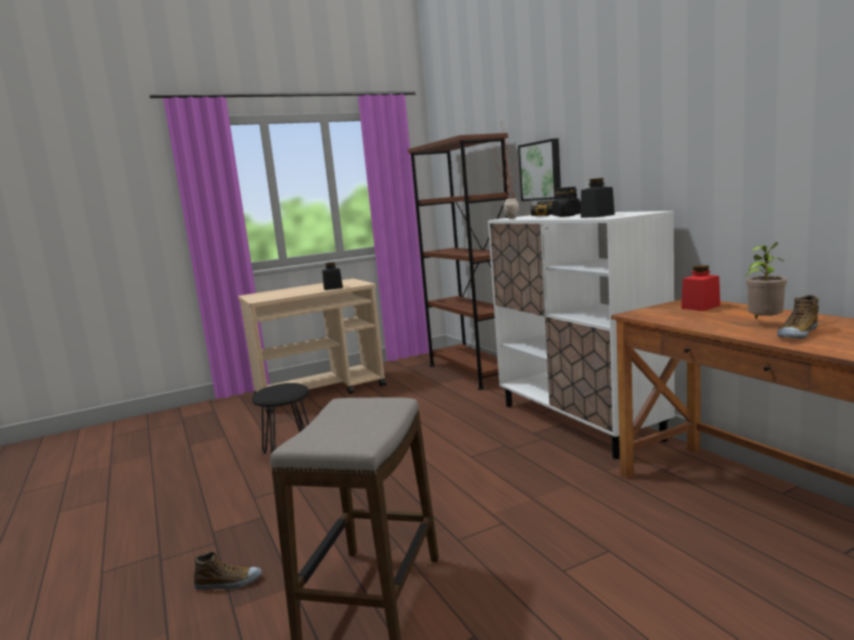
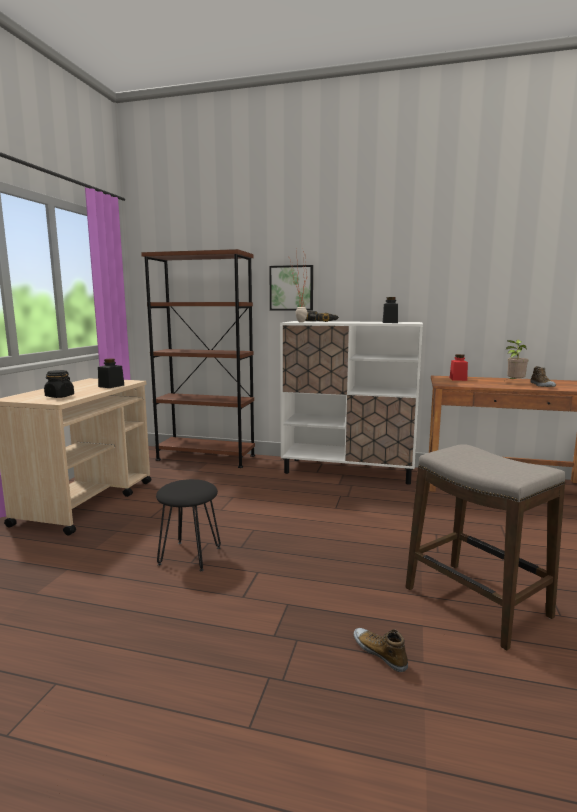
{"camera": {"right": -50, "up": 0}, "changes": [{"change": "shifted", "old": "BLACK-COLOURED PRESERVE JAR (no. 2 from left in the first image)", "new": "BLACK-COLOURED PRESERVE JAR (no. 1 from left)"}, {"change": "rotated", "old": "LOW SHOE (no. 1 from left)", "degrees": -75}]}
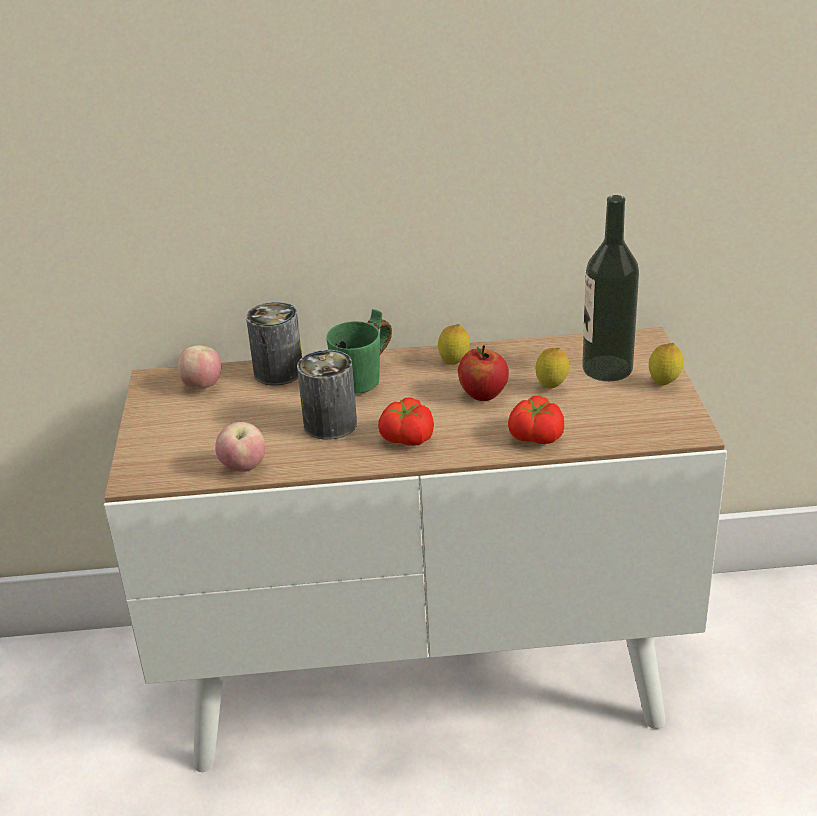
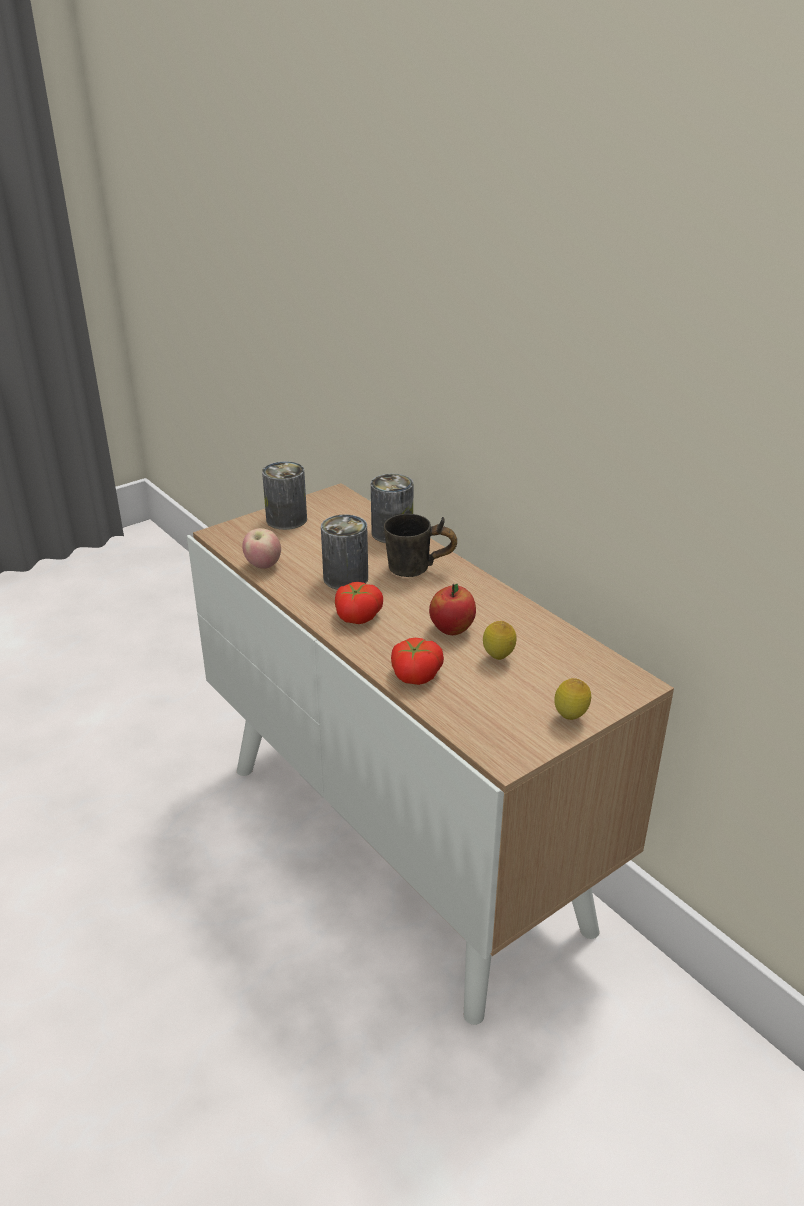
{"camera": {"right": 55, "up": 0}, "changes": [{"change": "new", "new": "SEALED CAN (no. 1 from left)"}, {"change": "repainted", "old": "GREEN COFFEE MUG", "new": "GREY COFFEE MUG"}, {"change": "gone", "old": "WHOLE APPLE (no. 1 from left)"}, {"change": "gone", "old": "CITRUS FRUIT (no. 1 from left)"}, {"change": "gone", "old": "DRINK BOTTLE"}]}
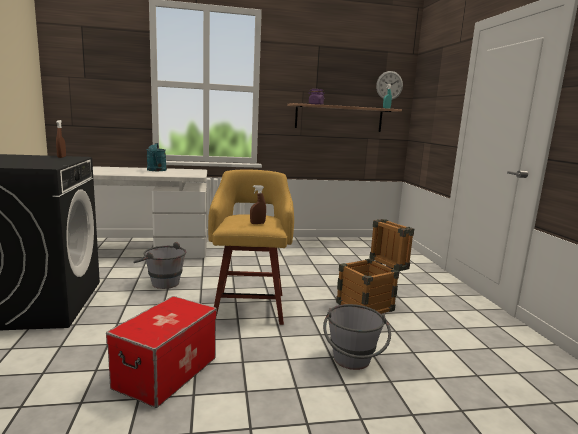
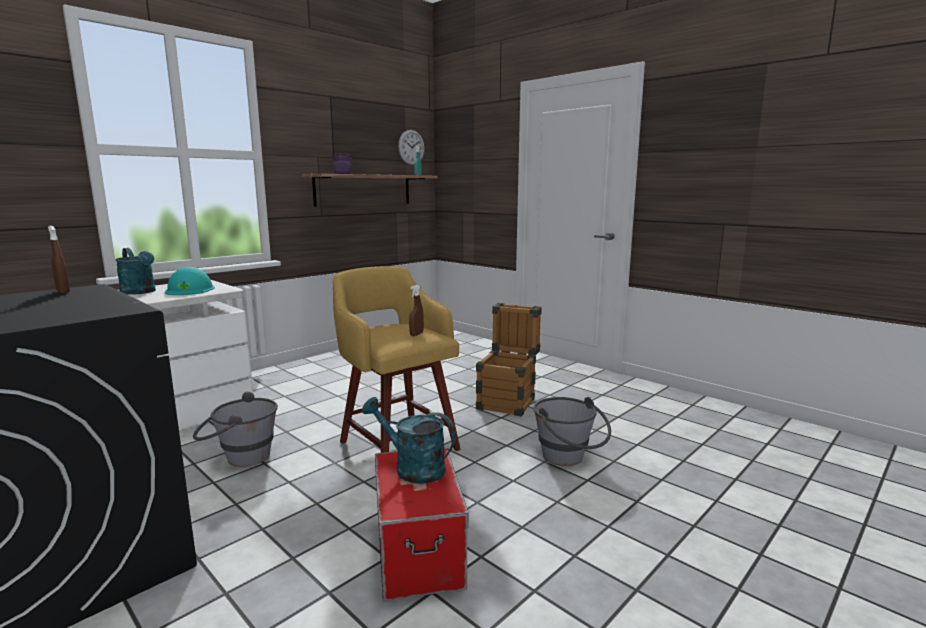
{"camera": {"right": -35, "up": 0}, "changes": [{"change": "new", "new": "TURQUOISE-COLOURED SAFETY HELMET"}, {"change": "new", "new": "TURQUOISE-COLOURED SPRINKLING CAN (no. 2 from left)"}]}
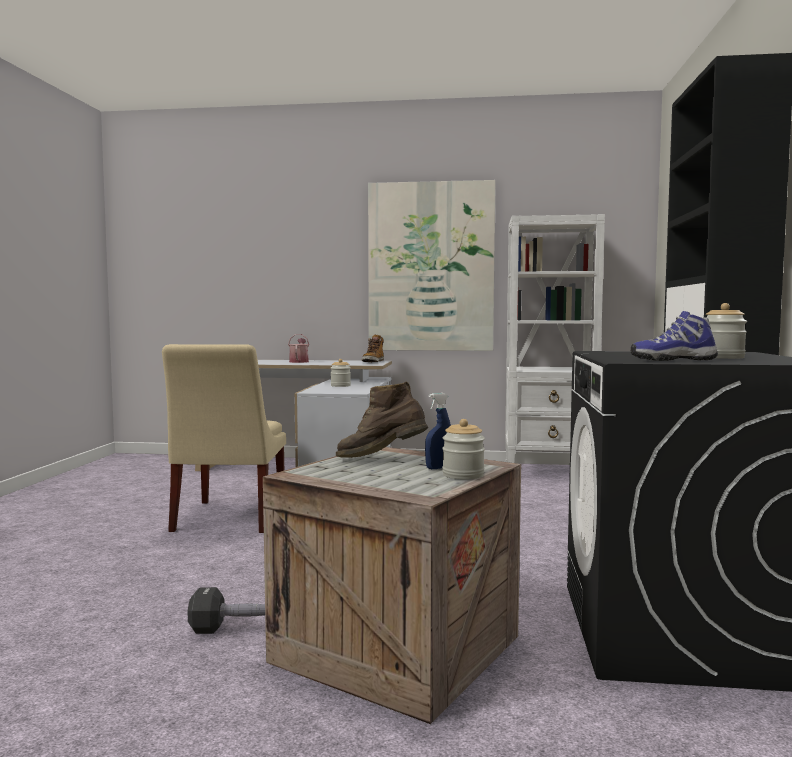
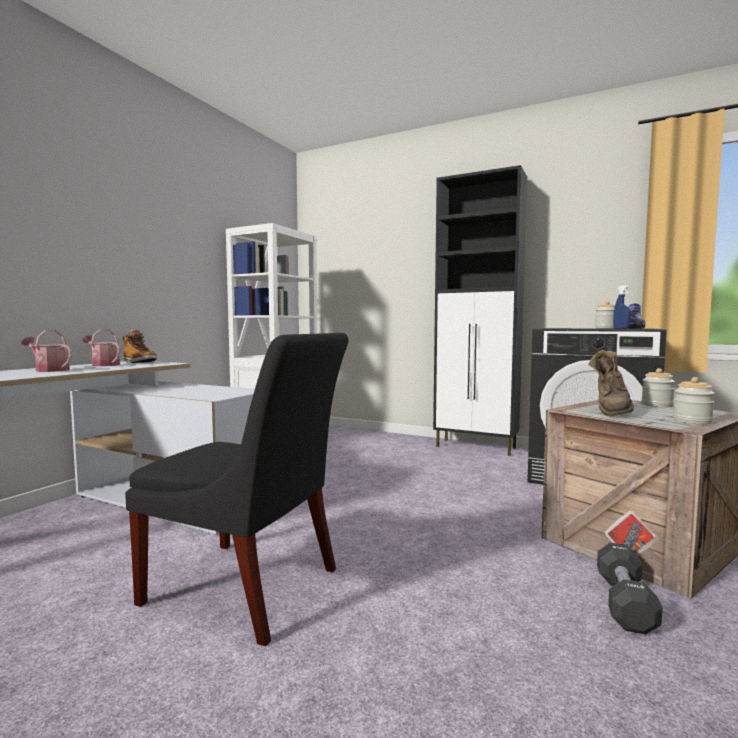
{"camera": {"right": -70, "up": 0}, "changes": [{"change": "new", "new": "SPRINKLING CAN (no. 2 from left)"}, {"change": "repainted", "old": "SAND-COLOURED UPRIGHT CHAIR", "new": "BLACK-COLOURED UPRIGHT CHAIR"}, {"change": "shifted", "old": "BLUISH HAND SPRAYER"}, {"change": "shifted", "old": "PRESERVE JAR (no. 1 from left in the first image)", "new": "PRESERVE JAR (no. 3 from left)"}, {"change": "gone", "old": "PICTURE"}]}
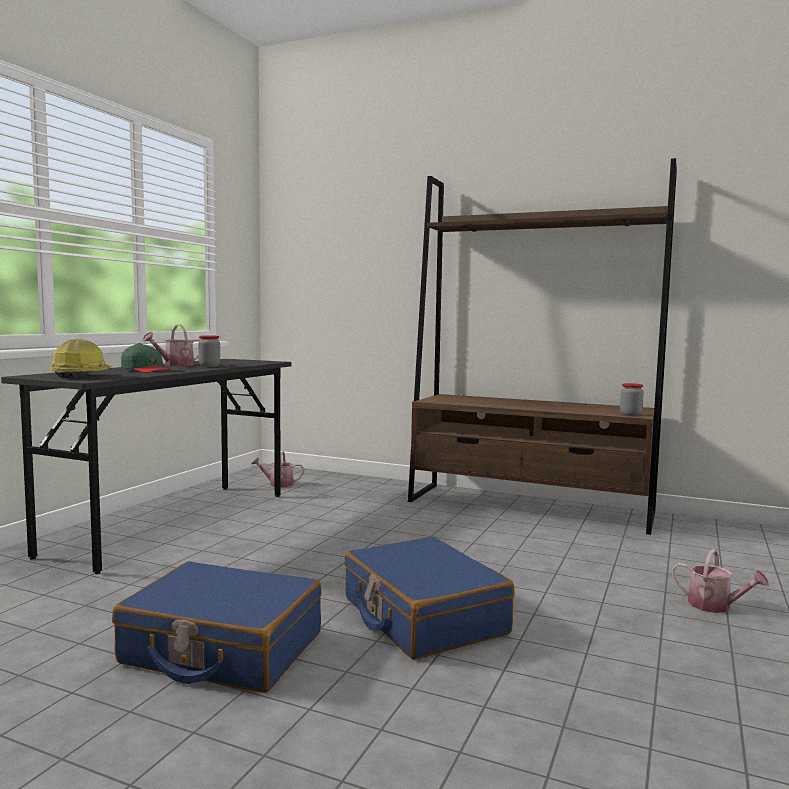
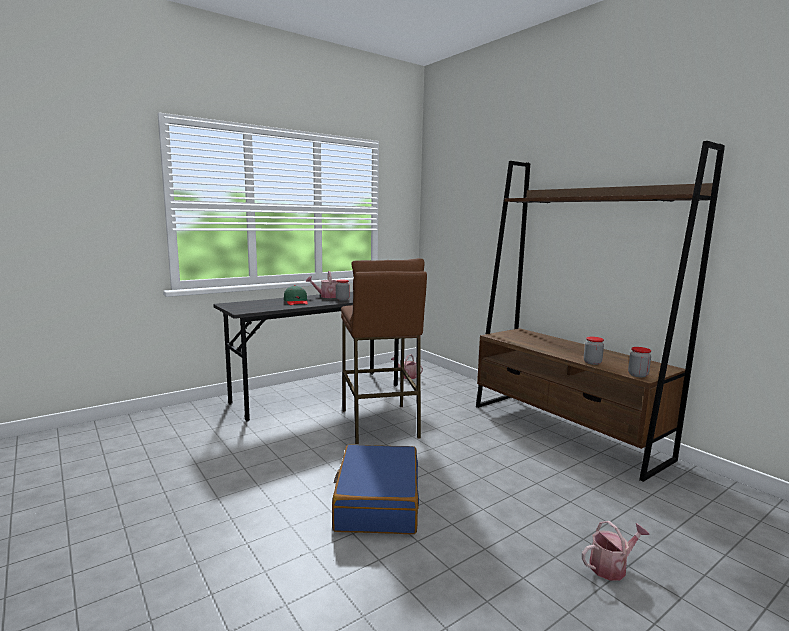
{"camera": {"right": 30, "up": 5}, "changes": [{"change": "new", "new": "BROWN STOOL SEAT"}, {"change": "rotated", "old": "SPRINKLING CAN (no. 3 from left)", "degrees": -90}, {"change": "new", "new": "PRESERVE JAR (no. 2 from left)"}, {"change": "gone", "old": "SAFETY HELMET"}, {"change": "gone", "old": "BLUISH SUITCASE (no. 1 from left)"}]}
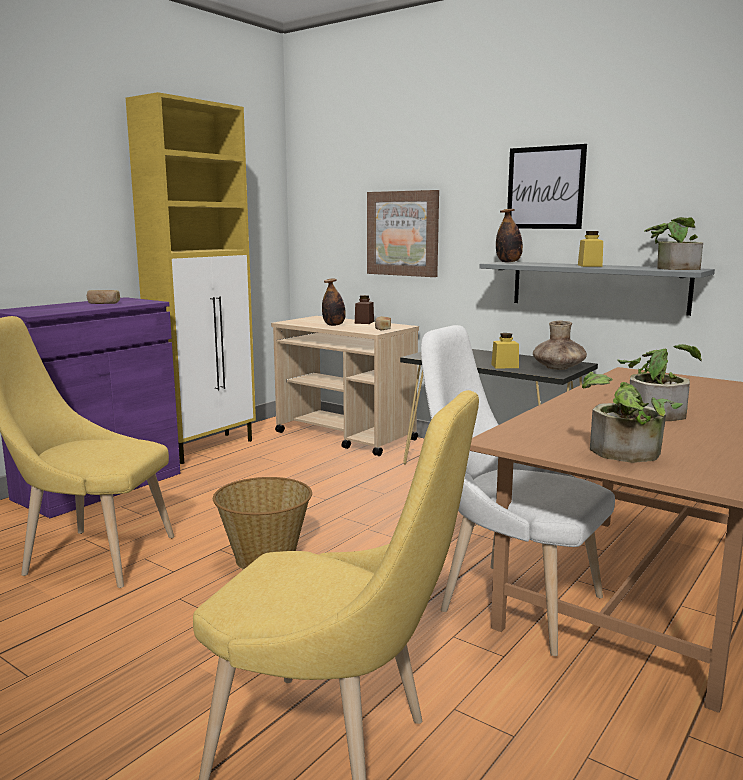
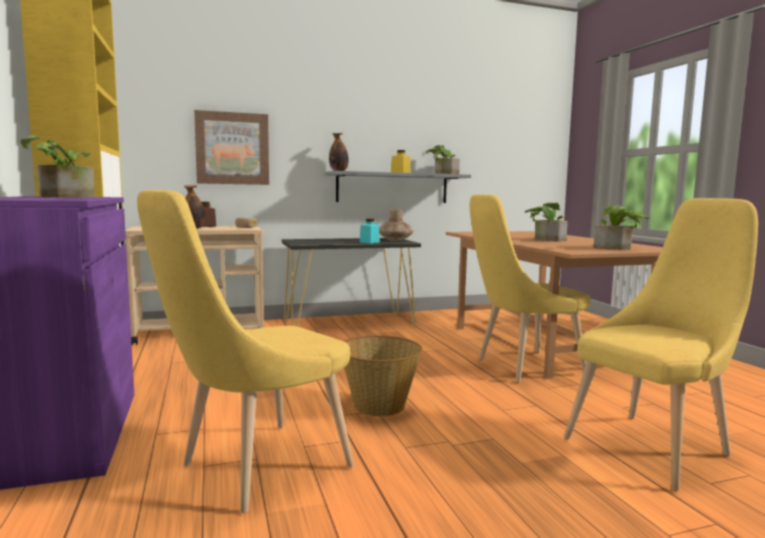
{"camera": {"right": -55, "up": -5}, "changes": [{"change": "swapped", "old": "BREAD (no. 1 from left)", "new": "POTTED PLANT (no. 1 from left)"}, {"change": "repainted", "old": "YELLOW PRESERVE JAR (no. 1 from left)", "new": "TURQUOISE-COLOURED PRESERVE JAR"}, {"change": "repainted", "old": "WHITISH UPRIGHT CHAIR", "new": "YELLOW UPRIGHT CHAIR (no. 2 from left)"}, {"change": "gone", "old": "PICTURE (no. 2 from left)"}]}
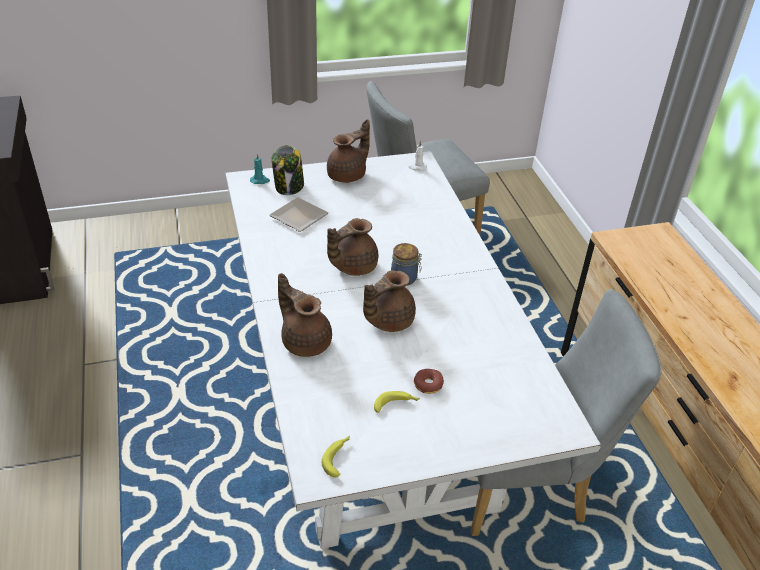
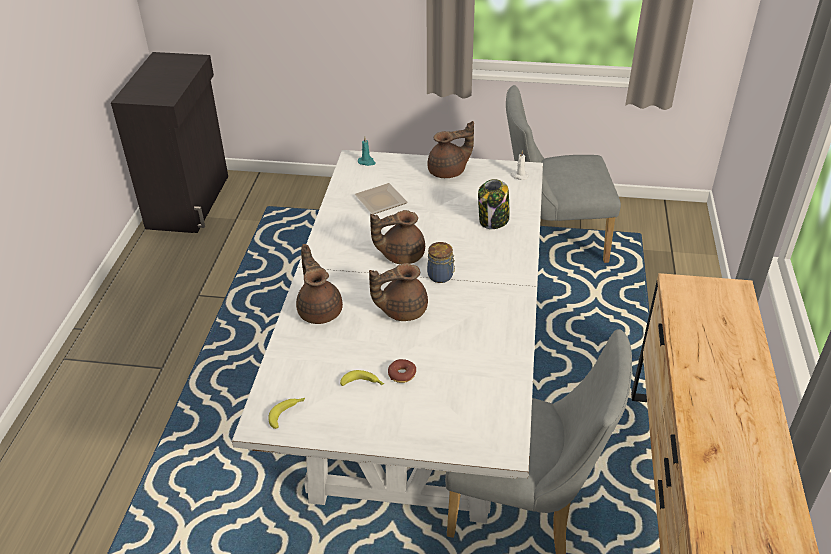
{"camera": {"right": 25, "up": 0}, "changes": [{"change": "shifted", "old": "PRESERVE JAR (no. 1 from left in the first image)", "new": "PRESERVE JAR (no. 2 from left)"}]}
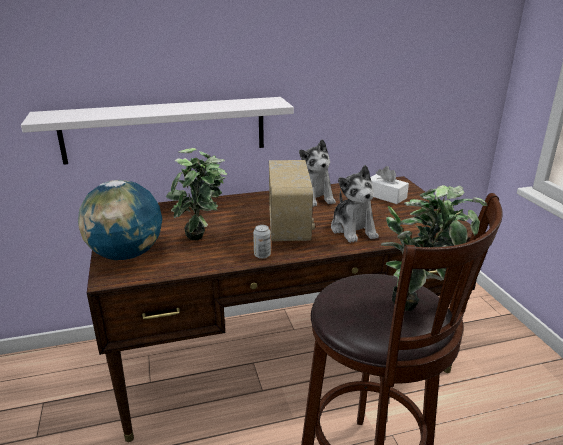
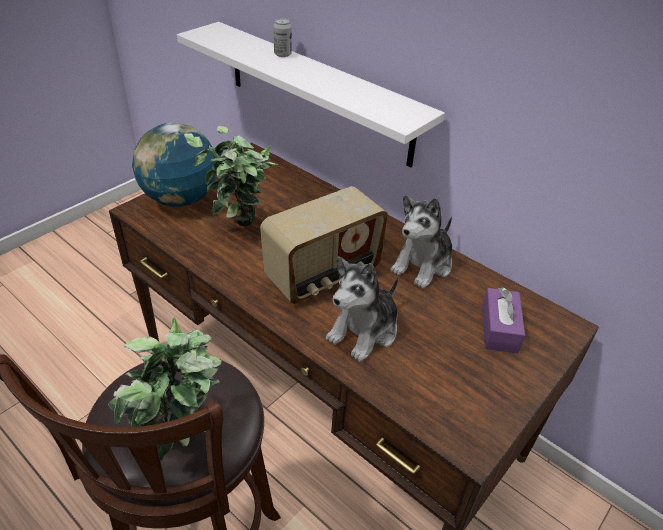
{"camera": {"right": 55, "up": 15}, "changes": [{"change": "shifted", "old": "SEALED CAN"}, {"change": "repainted", "old": "WHITISH TISSUE BOX", "new": "PURPLE TISSUE BOX"}]}
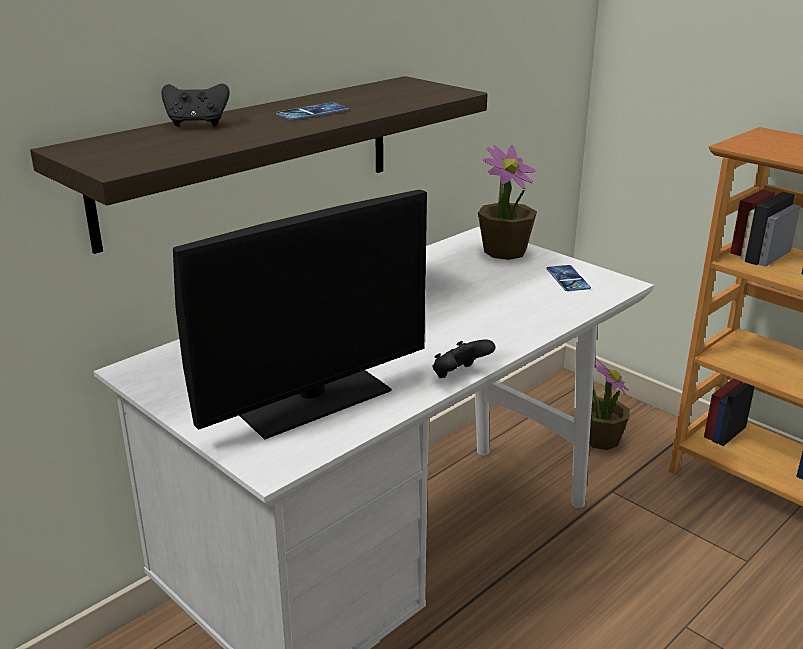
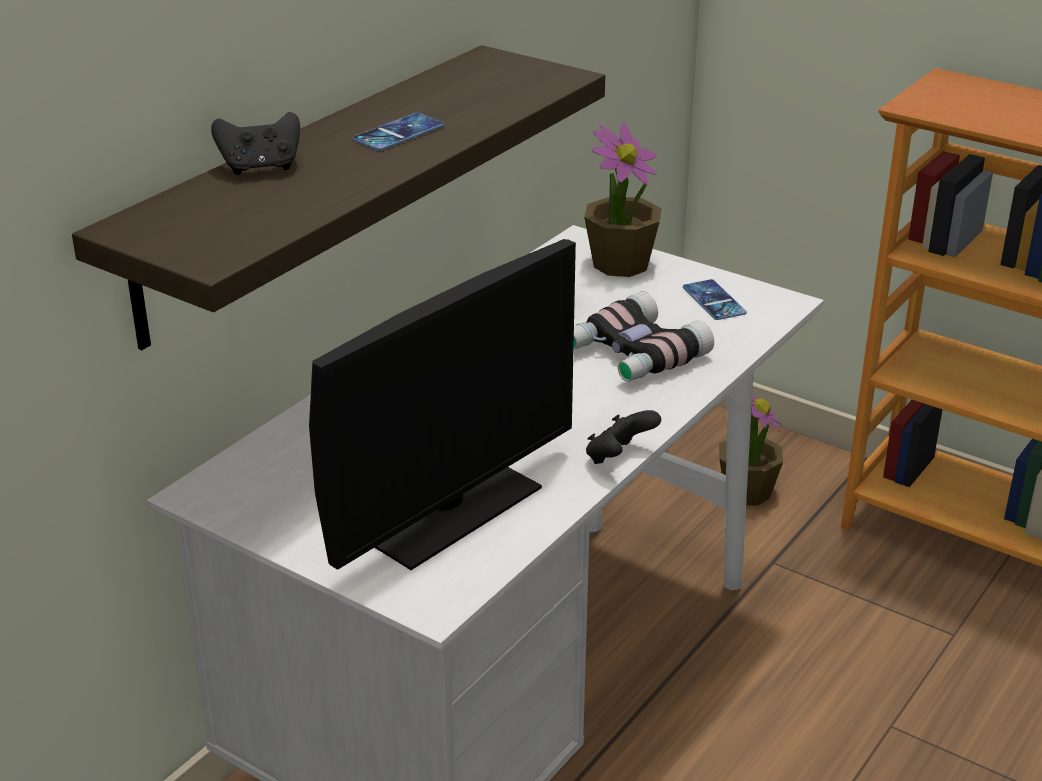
{"camera": {"right": -10, "up": 5}, "changes": [{"change": "new", "new": "PAIR OF BINOCULARS"}]}
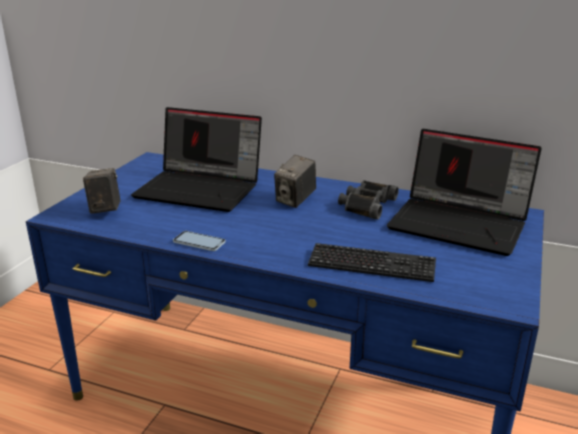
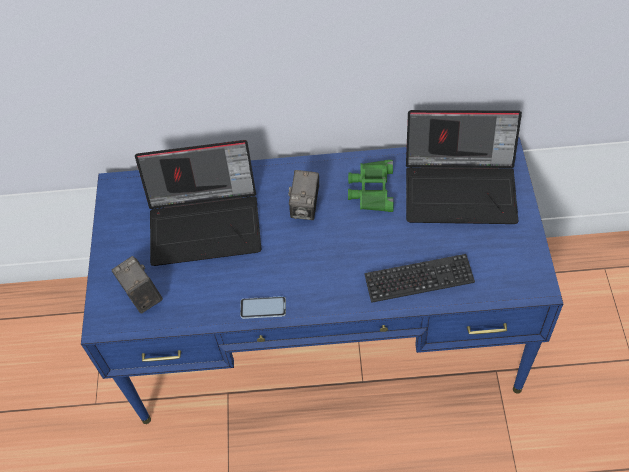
{"camera": {"right": -20, "up": 30}, "changes": [{"change": "repainted", "old": "BLACK-COLOURED PAIR OF BINOCULARS", "new": "GREEN PAIR OF BINOCULARS"}]}
